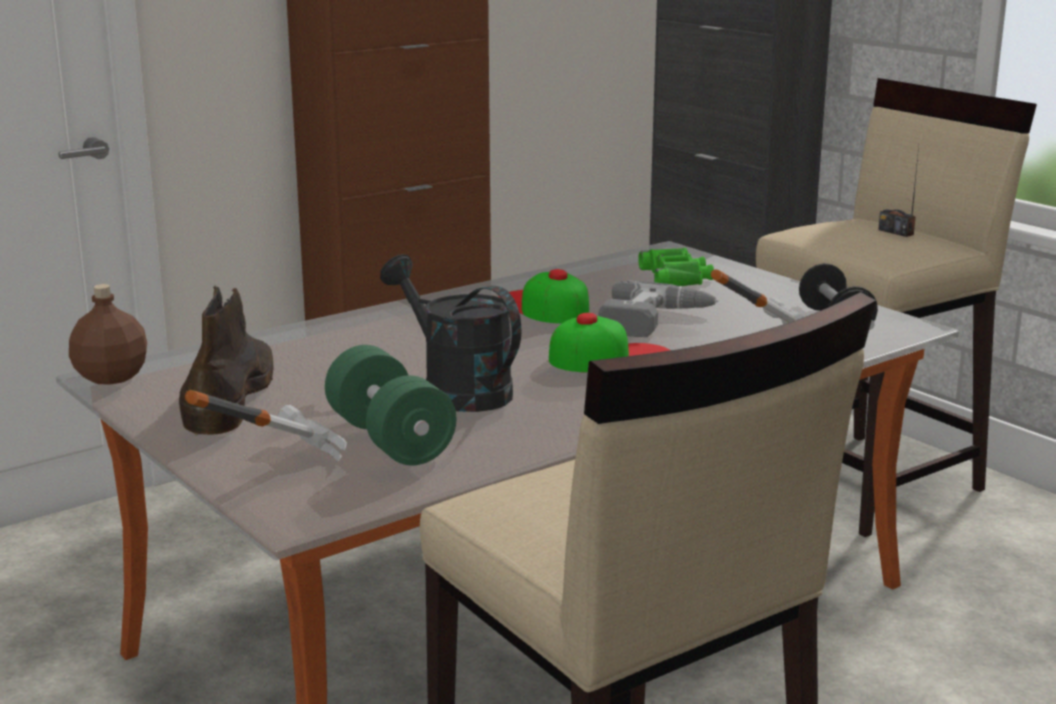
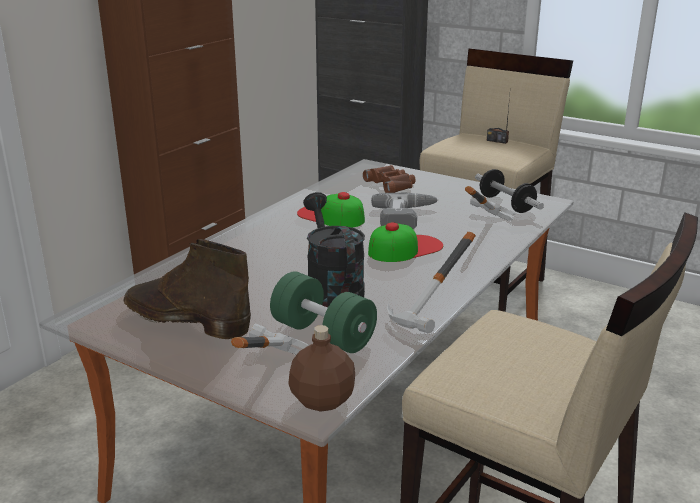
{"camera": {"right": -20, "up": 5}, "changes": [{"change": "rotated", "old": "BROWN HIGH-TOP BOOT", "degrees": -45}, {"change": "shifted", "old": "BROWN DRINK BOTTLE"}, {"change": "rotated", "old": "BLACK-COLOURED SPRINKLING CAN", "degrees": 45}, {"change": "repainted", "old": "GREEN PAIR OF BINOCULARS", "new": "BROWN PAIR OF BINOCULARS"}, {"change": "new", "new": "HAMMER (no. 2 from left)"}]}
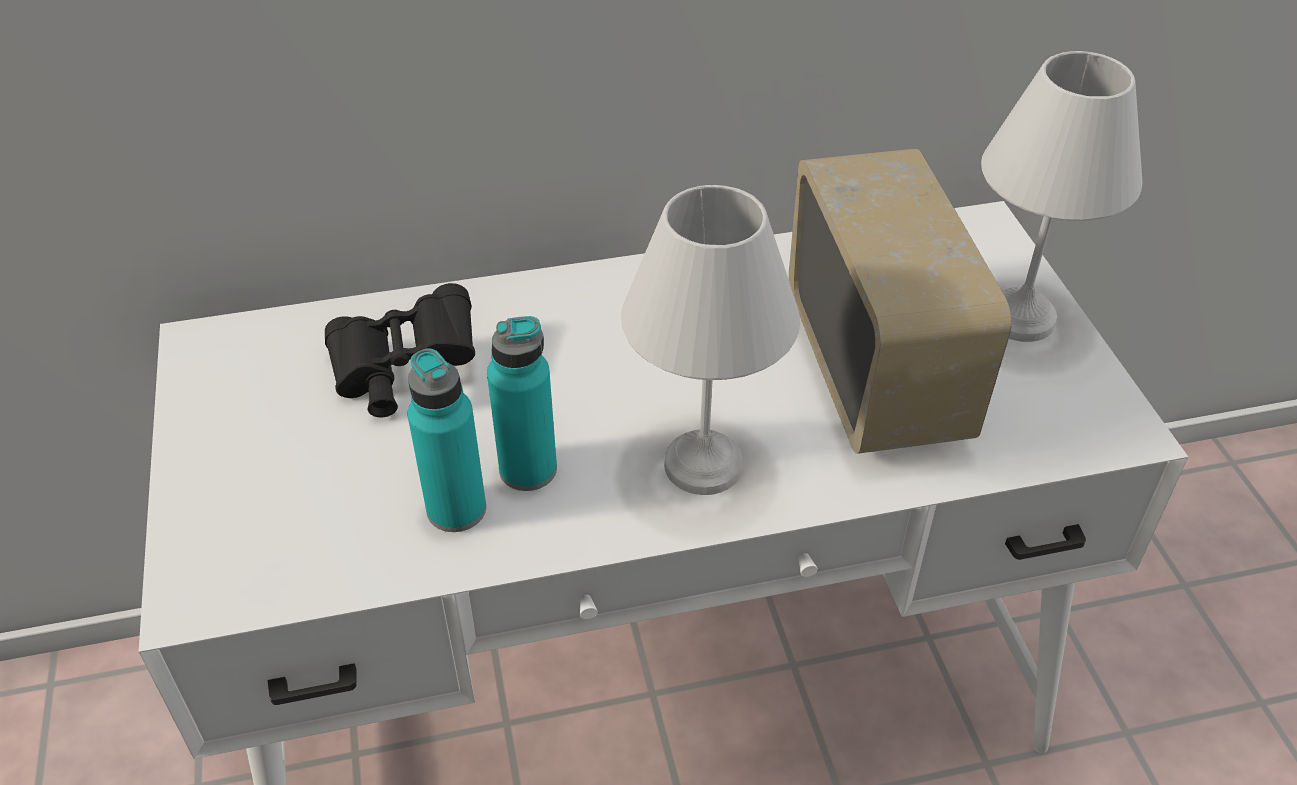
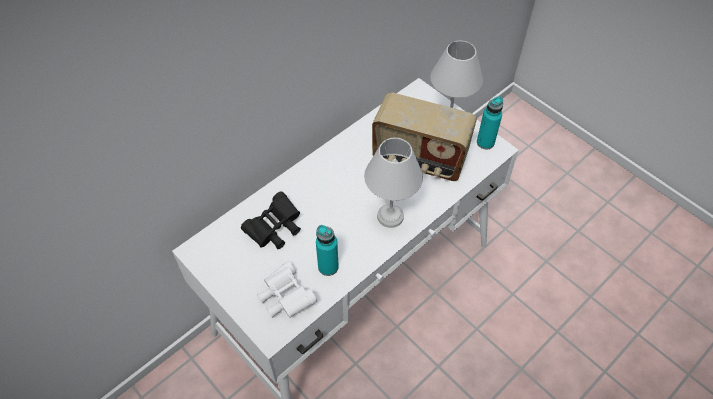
{"camera": {"right": -30, "up": 10}, "changes": [{"change": "new", "new": "WHITISH PAIR OF BINOCULARS"}, {"change": "rotated", "old": "RADIO SET", "degrees": 150}, {"change": "shifted", "old": "TURQUOISE-COLOURED DRINK BOTTLE (no. 2 from left)"}]}
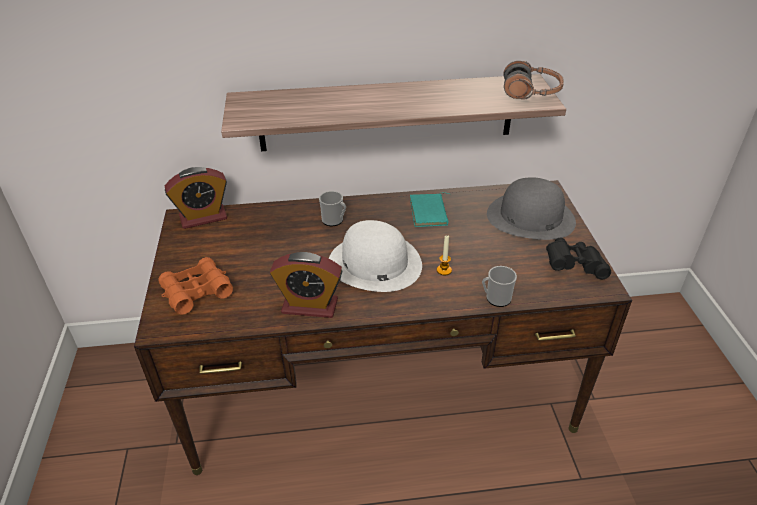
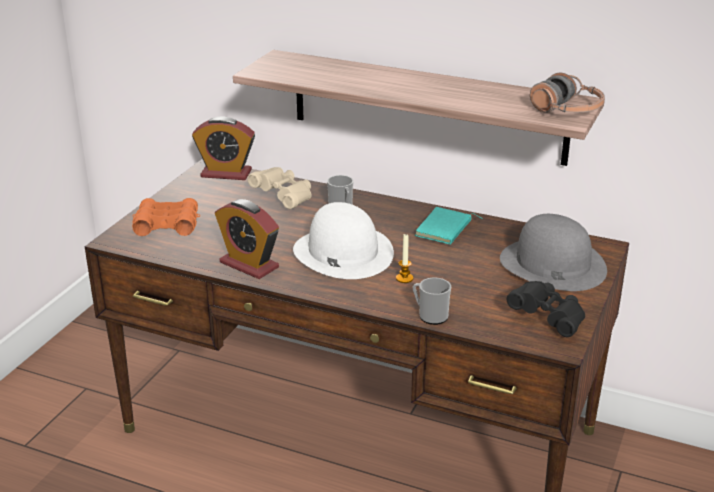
{"camera": {"right": 30, "up": -10}, "changes": [{"change": "new", "new": "SAND-COLOURED PAIR OF BINOCULARS"}]}
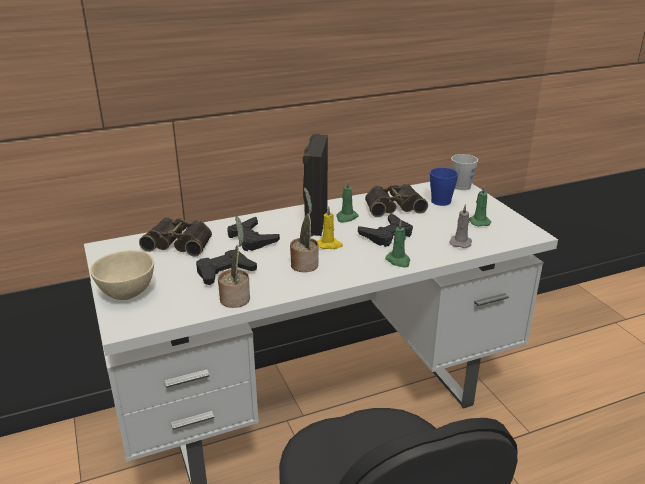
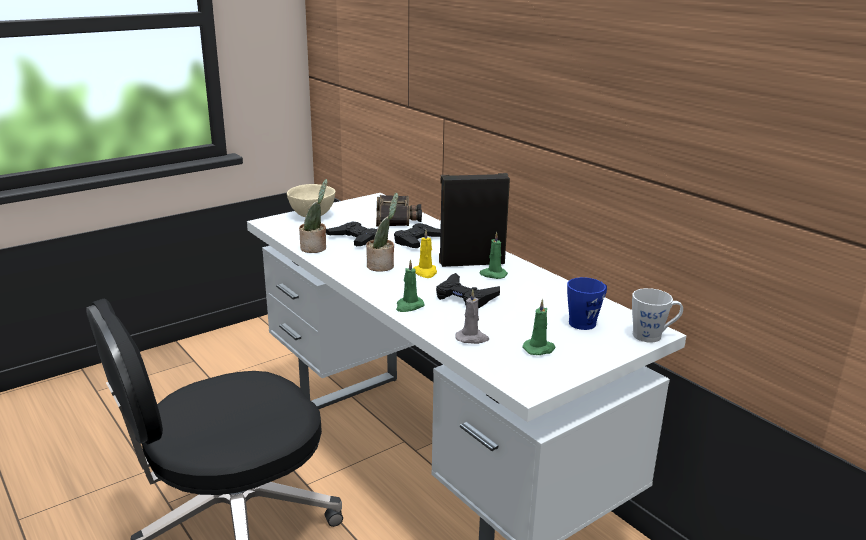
{"camera": {"right": 75, "up": -5}, "changes": [{"change": "gone", "old": "PAIR OF BINOCULARS (no. 2 from left)"}]}
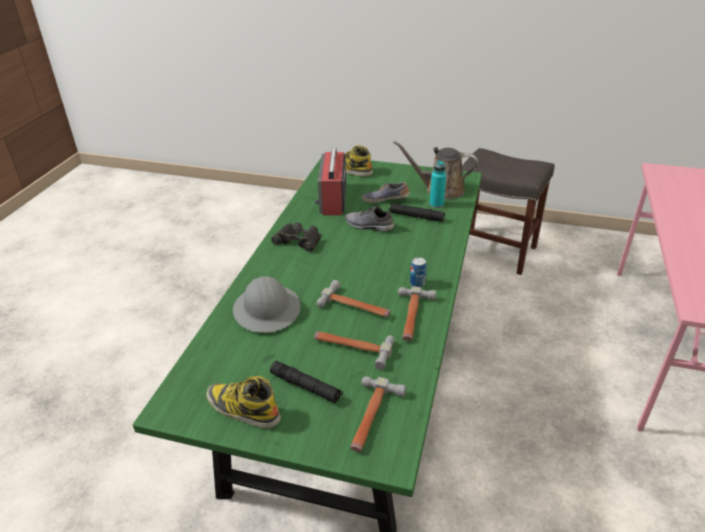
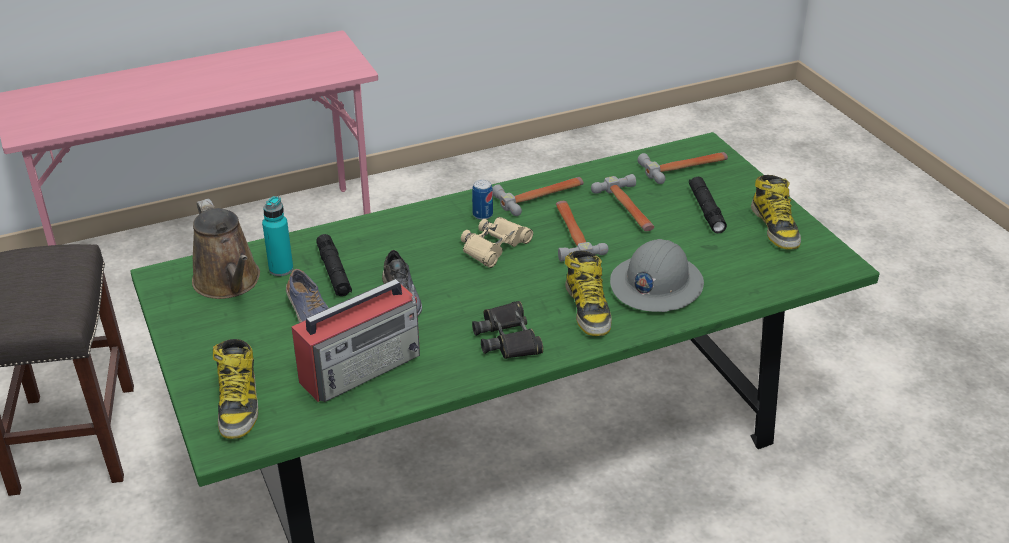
{"camera": {"right": -130, "up": 0}, "changes": [{"change": "new", "new": "SAND-COLOURED PAIR OF BINOCULARS"}, {"change": "new", "new": "HIGH-TOP BOOT (no. 2 from left)"}]}
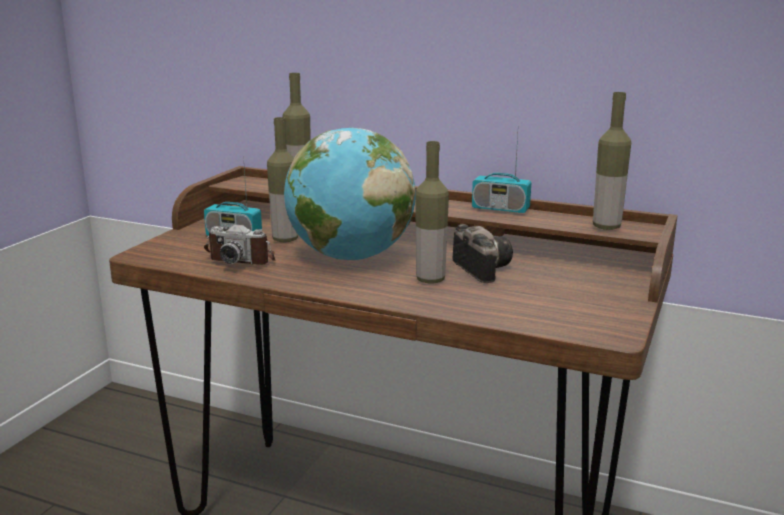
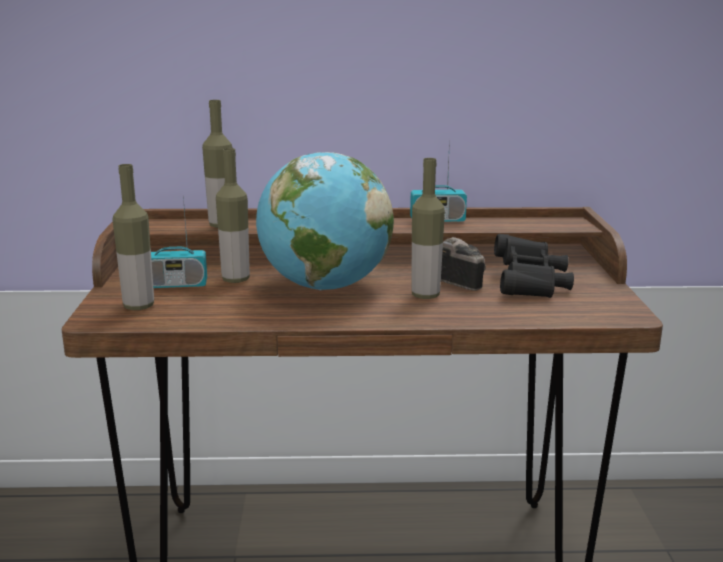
{"camera": {"right": -25, "up": 0}, "changes": [{"change": "shifted", "old": "DRINK BOTTLE (no. 4 from left in the first image)", "new": "DRINK BOTTLE (no. 1 from left)"}, {"change": "new", "new": "BLACK-COLOURED PAIR OF BINOCULARS"}, {"change": "gone", "old": "STILL CAMERA (no. 1 from left)"}]}
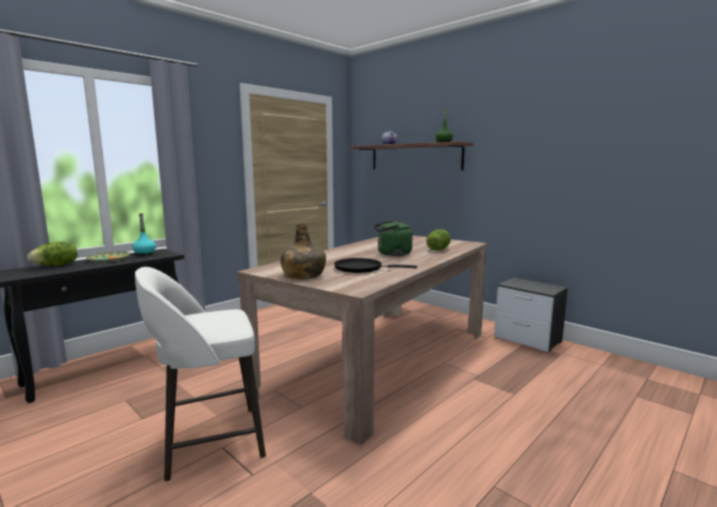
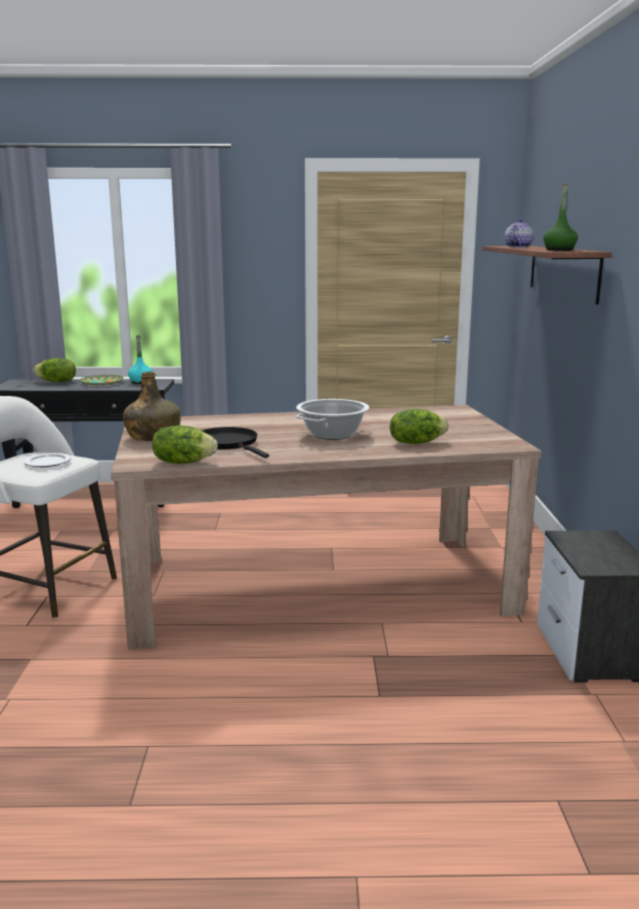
{"camera": {"right": 45, "up": 5}, "changes": [{"change": "new", "new": "DINNER PLATE (no. 1 from left)"}, {"change": "new", "new": "LETTUCE HEAD (no. 2 from left)"}, {"change": "swapped", "old": "GREEN WATER KETTLE", "new": "SAUCEPOT"}]}
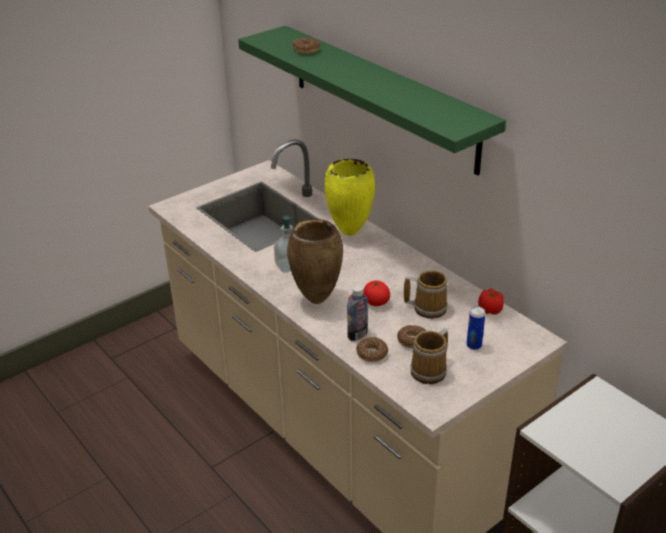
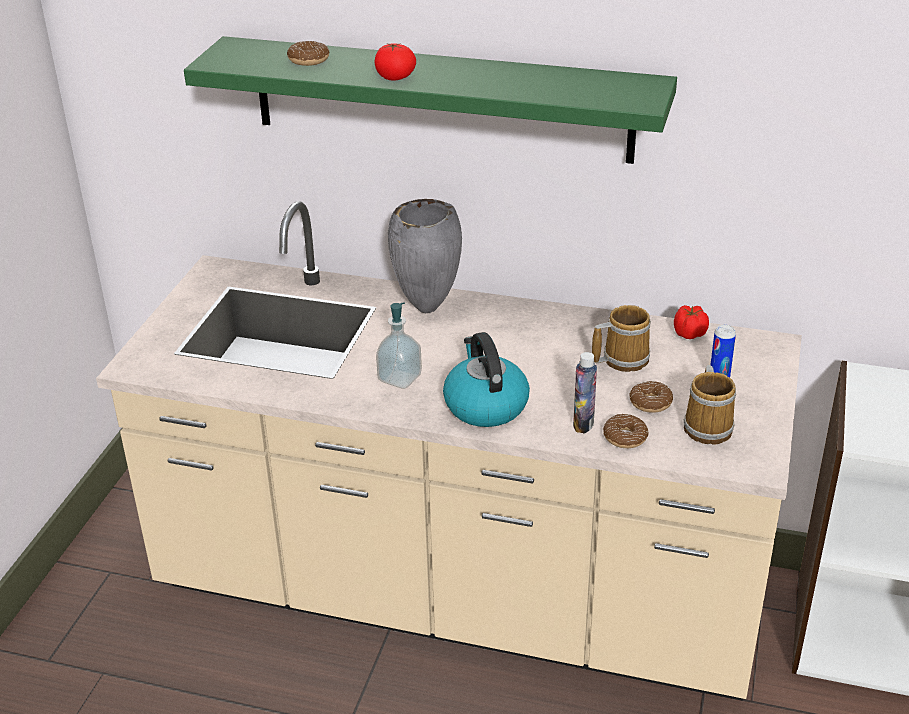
{"camera": {"right": -35, "up": 0}, "changes": [{"change": "shifted", "old": "WHOLE TOMATO (no. 1 from left)"}, {"change": "repainted", "old": "YELLOW FLOWER VASE", "new": "GREY FLOWER VASE"}, {"change": "swapped", "old": "BROWN FLOWER VASE", "new": "WATER KETTLE"}]}
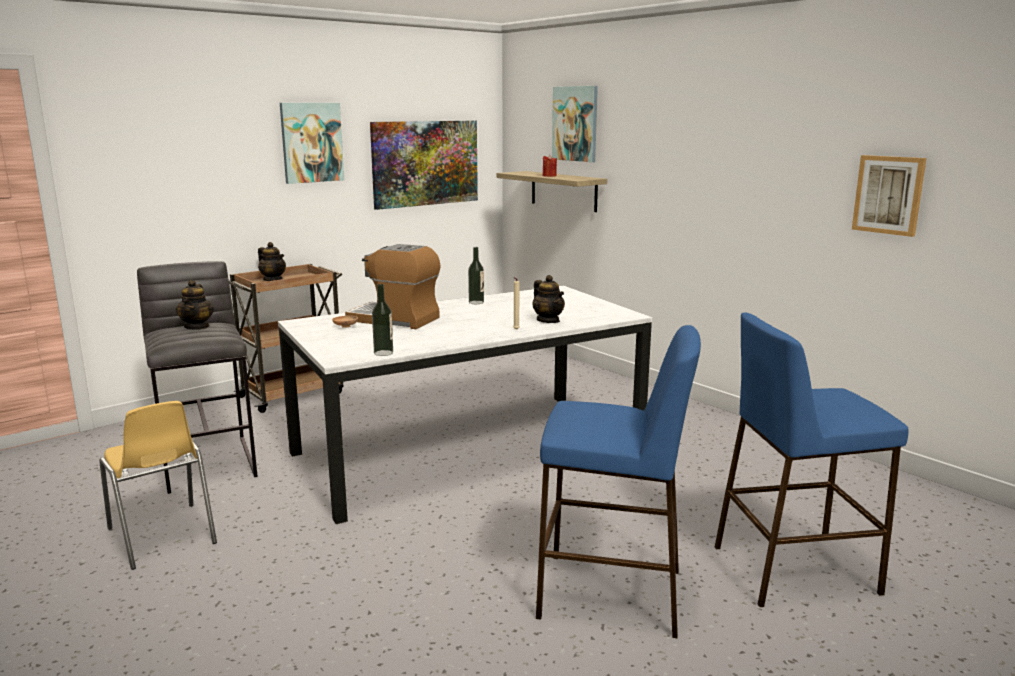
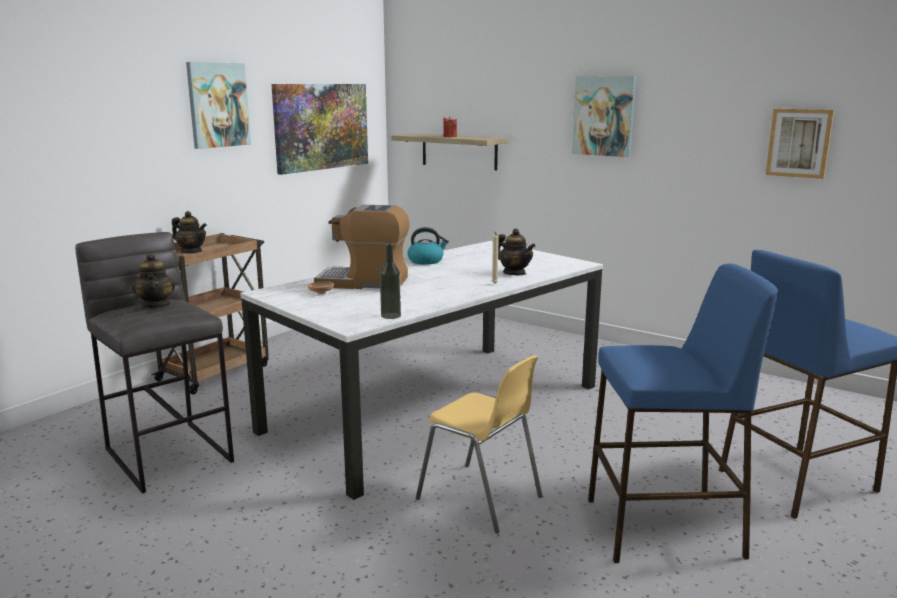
{"camera": {"right": -15, "up": 0}, "changes": [{"change": "swapped", "old": "DRINK BOTTLE (no. 2 from left)", "new": "WATER KETTLE"}, {"change": "shifted", "old": "YELLOW UPRIGHT CHAIR"}, {"change": "shifted", "old": "PICTURE (no. 3 from left)"}]}
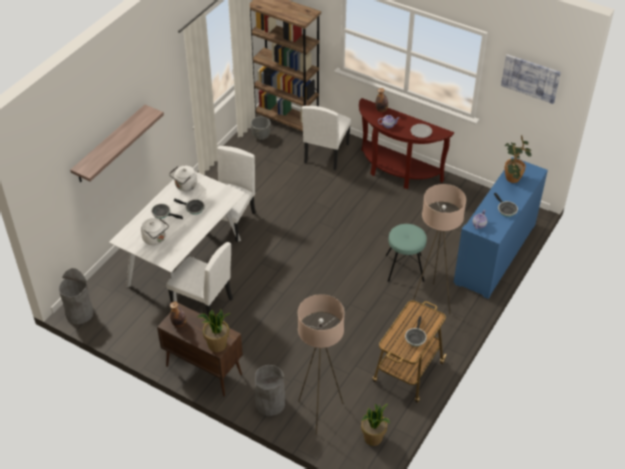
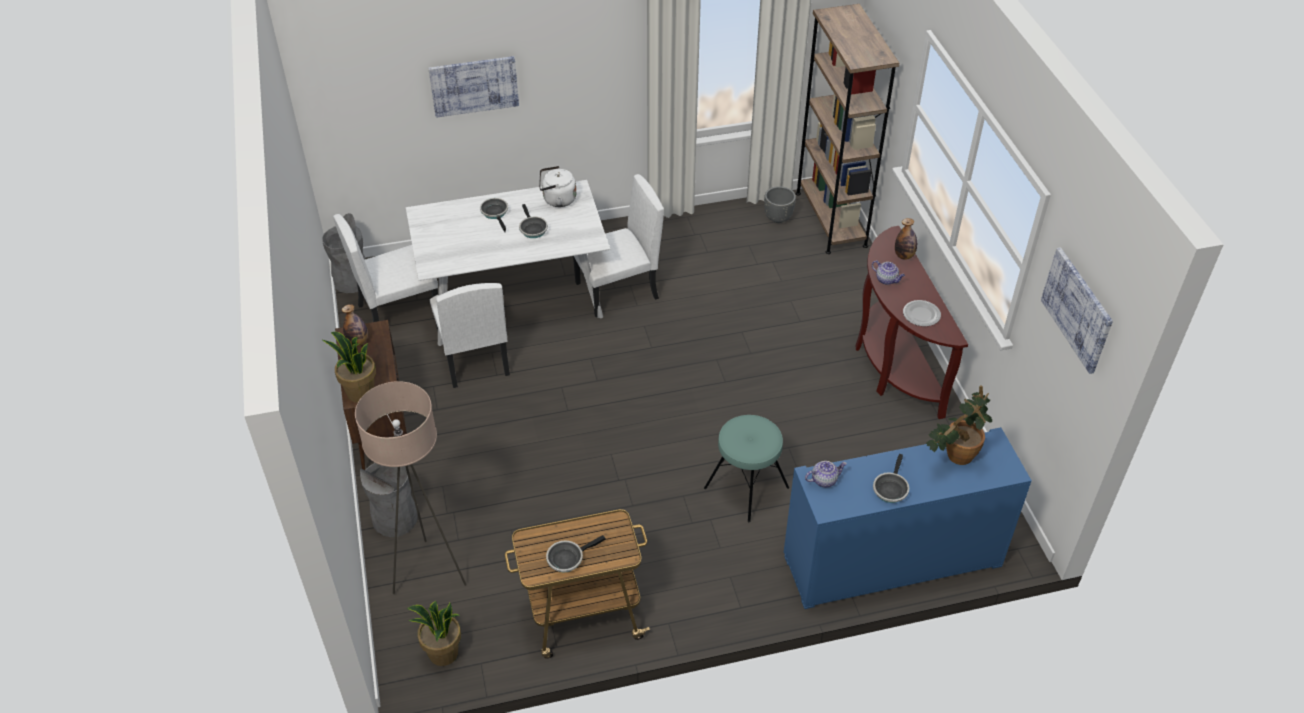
{"camera": {"right": 45, "up": 0}, "changes": [{"change": "shifted", "old": "WHITISH UPRIGHT CHAIR (no. 3 from left in the first image)", "new": "WHITISH UPRIGHT CHAIR (no. 1 from left)"}, {"change": "swapped", "old": "WALL SHELF", "new": "PICTURE (no. 1 from left)"}, {"change": "gone", "old": "WHITISH WATER KETTLE (no. 1 from left)"}, {"change": "gone", "old": "SAND-COLOURED STANDARD LAMP (no. 2 from left)"}]}
